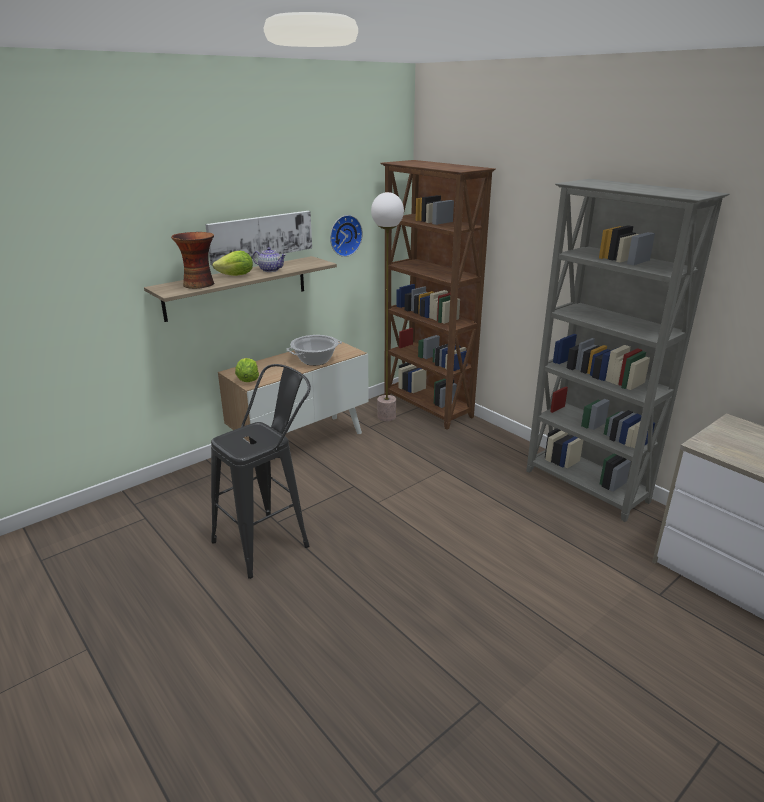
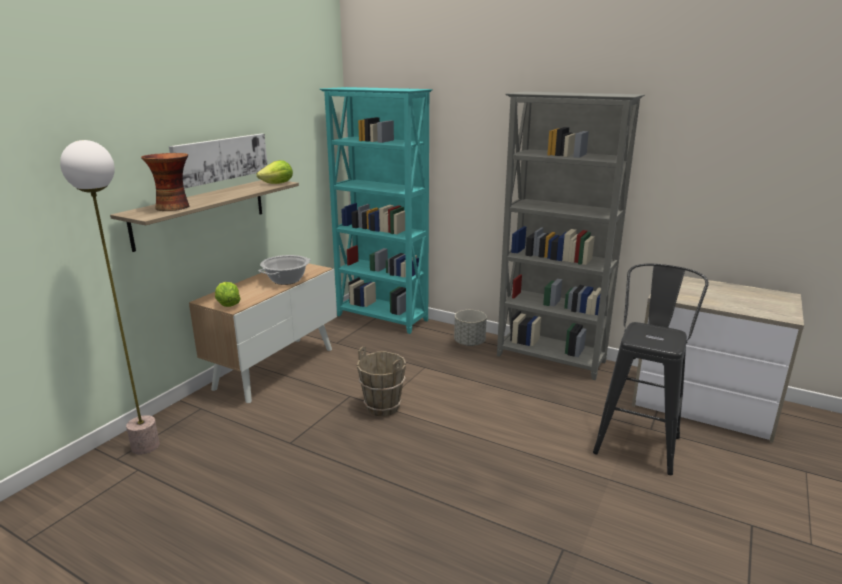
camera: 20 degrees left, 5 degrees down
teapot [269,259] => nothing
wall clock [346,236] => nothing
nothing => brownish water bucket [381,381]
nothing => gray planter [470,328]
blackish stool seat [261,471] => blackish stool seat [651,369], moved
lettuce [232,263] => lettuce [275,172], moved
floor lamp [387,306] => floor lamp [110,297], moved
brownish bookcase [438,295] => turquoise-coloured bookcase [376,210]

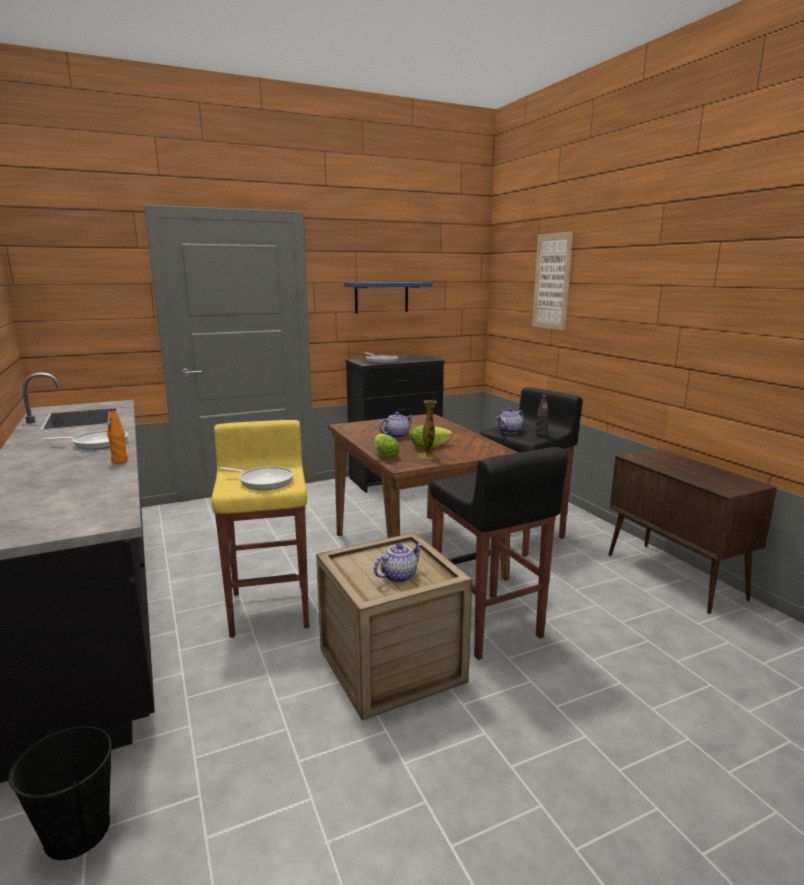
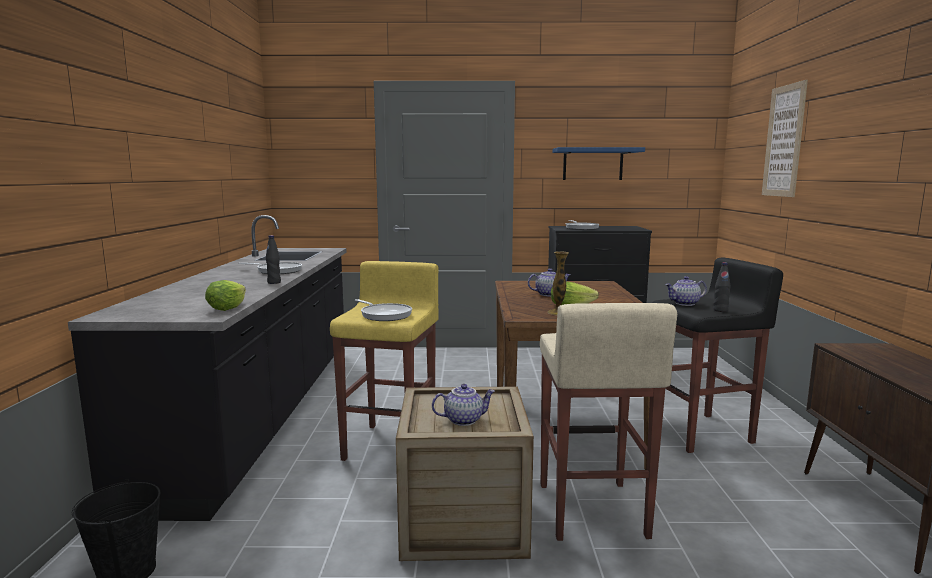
camera: 25 degrees right, 5 degrees down
lettuce [386,446] => lettuce [225,295], moved
orangey drink bottle [117,436] => blackish drink bottle [273,259]
blackish stool seat [499,553] => sand-coloured stool seat [608,422]

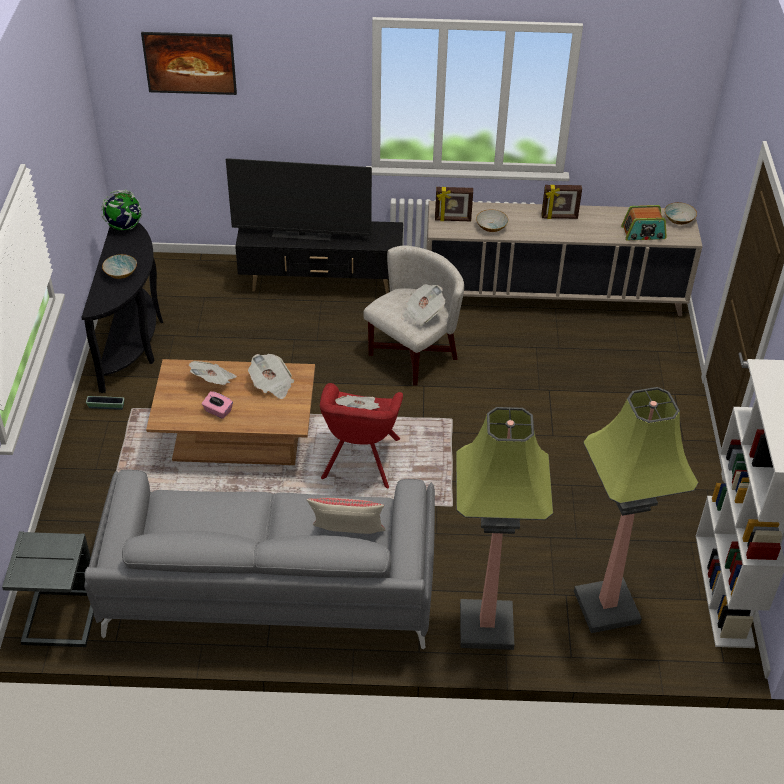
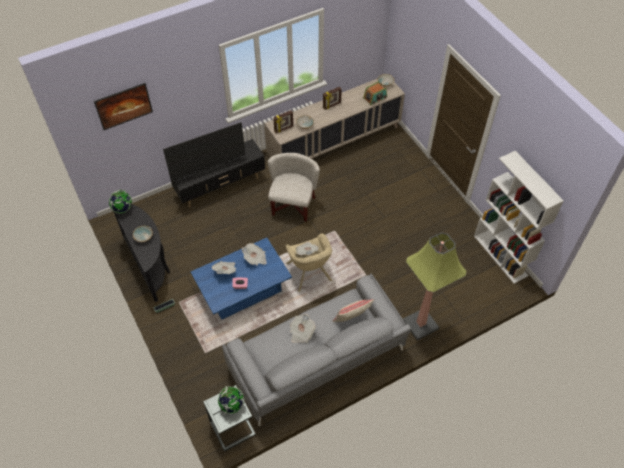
camera: 30 degrees left, 10 degrees up
floor lamp [636,510] => nothing
nothing => globe [231,400]
daily paper [423,305] => daily paper [302,328], moved
brownish low table [230,412] => blue low table [241,279]
red-coloured lounge chair [361,435] => sand-coloured lounge chair [308,263]

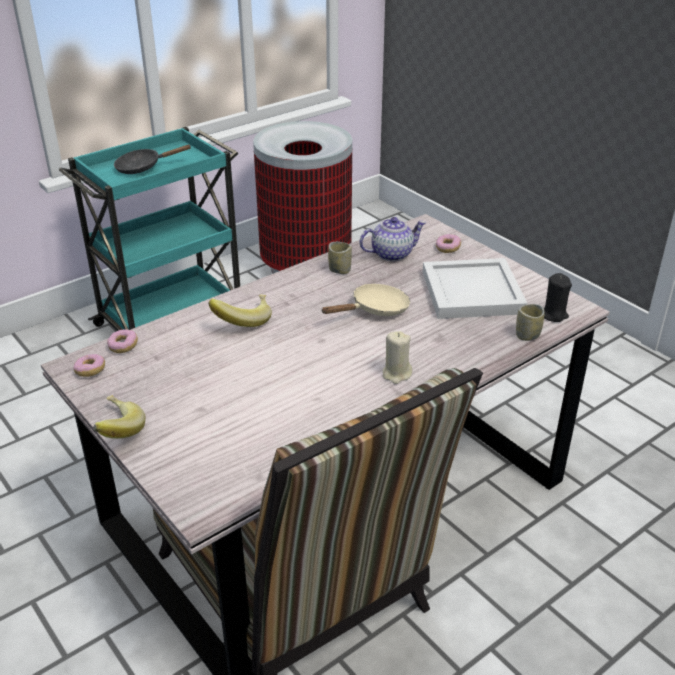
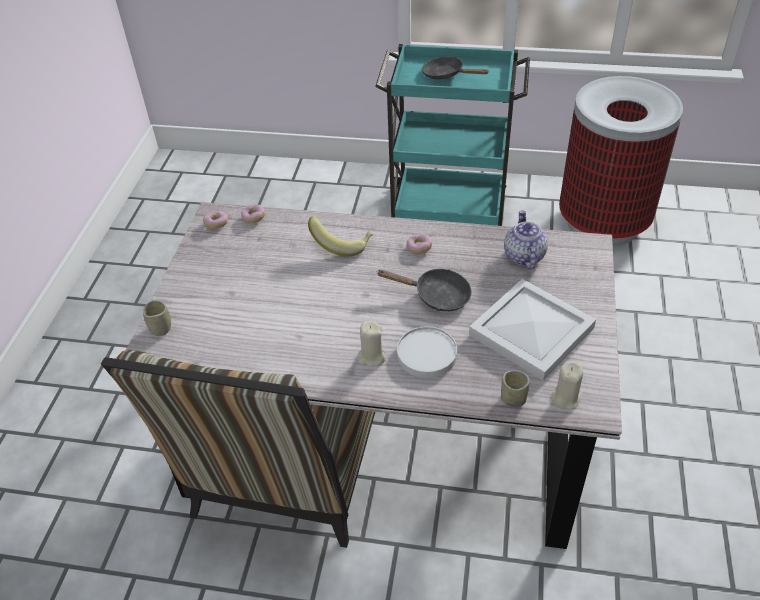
camera: 50 degrees right, 10 degrees up
banana [119,417] => nothing
nothing => white flat dish [427,352]
drinking cup [340,258] => drinking cup [157,318], moved
doughnut [448,243] => doughnut [419,244], moved
sand-coloured pan [365,300] => blackish pan [425,290]
blackish wax light [558,297] => sand-coloured wax light [567,386]
teapot [393,239] => teapot [526,240], 120 degrees counterclockwise

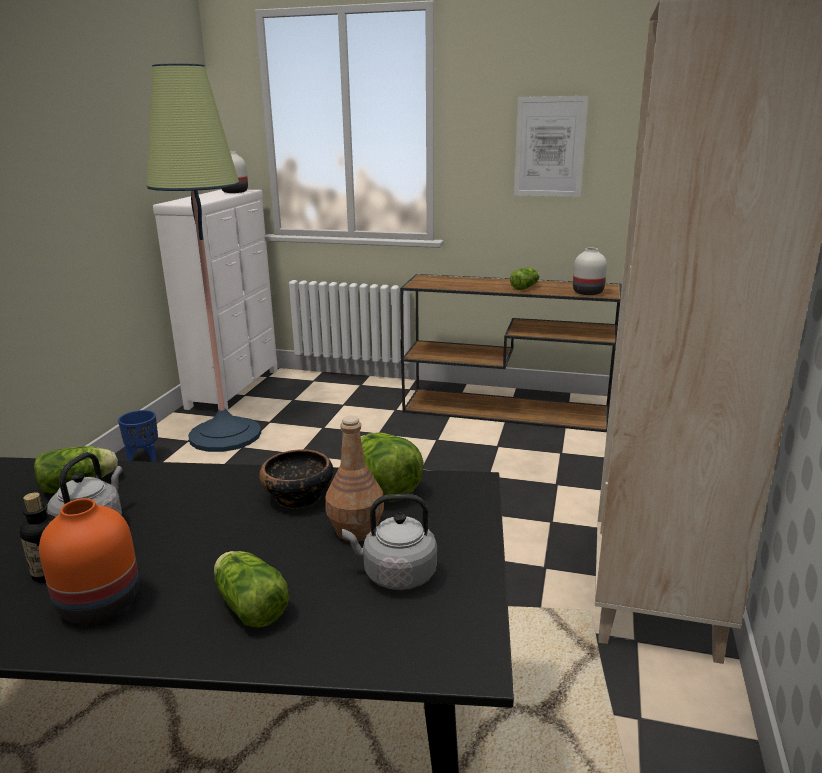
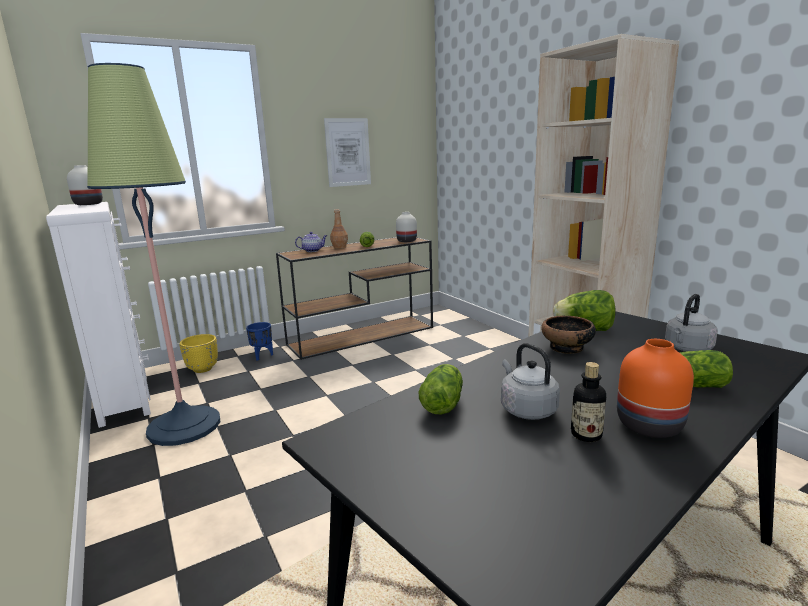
camera: 45 degrees left, 5 degrees down
nothing => yellow planter [198,353]
nothing => teapot [311,242]
blue planter [138,436] => blue planter [259,341], moved
brownish drink bottle [354,479] => brownish drink bottle [339,229], moved

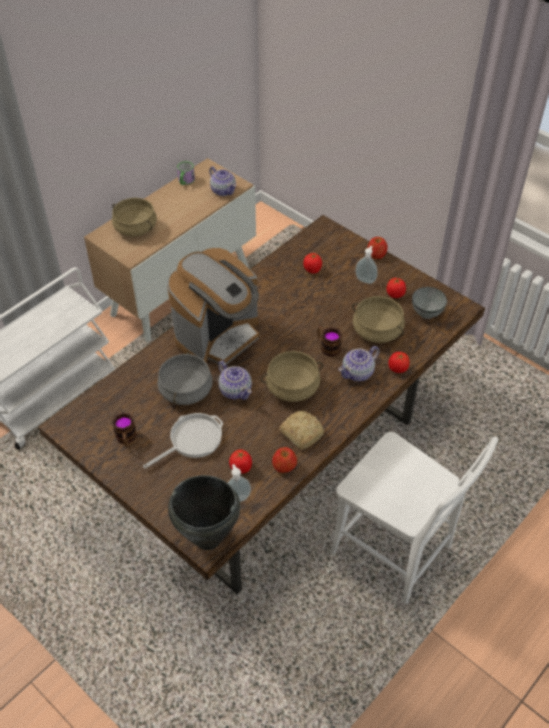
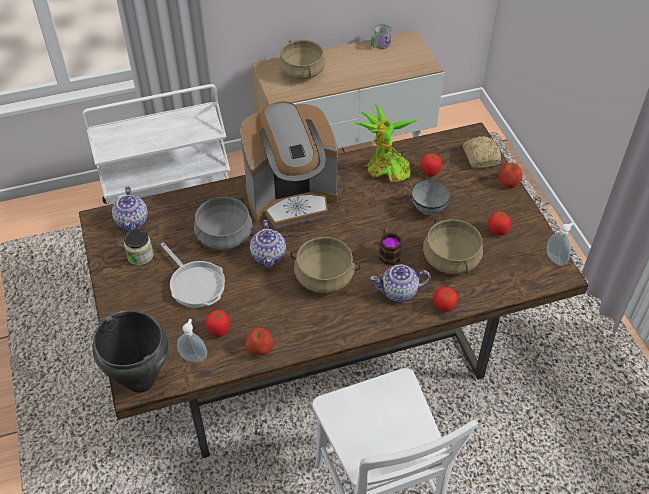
camera: 30 degrees right, 0 degrees up
nothing => plant in a pot [386,143]
teapot [222,181] => teapot [130,209], moved
bakery bread [301,430] => bakery bread [482,152], moved
soap bottle [366,265] => soap bottle [560,244], moved
gray serving bowl [429,303] => gray serving bowl [431,197], moved
coffee mug [124,430] => storage jar [138,247]
pan [183,441] => pan [193,275], 60 degrees clockwise

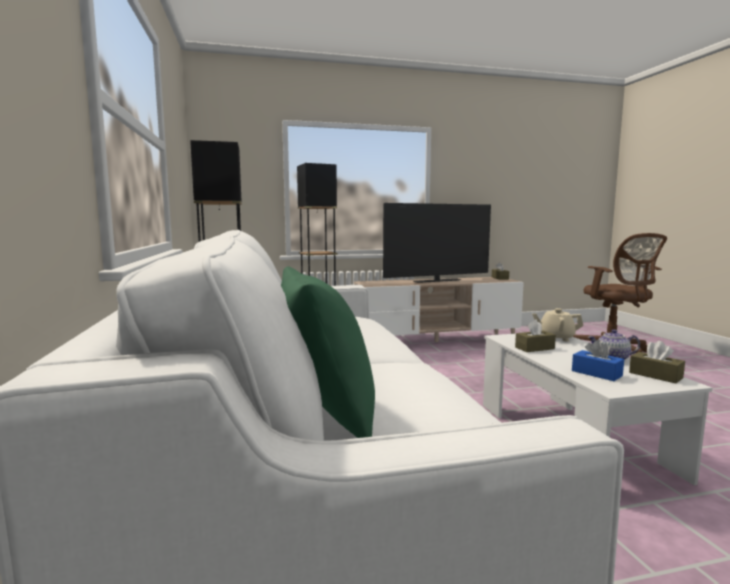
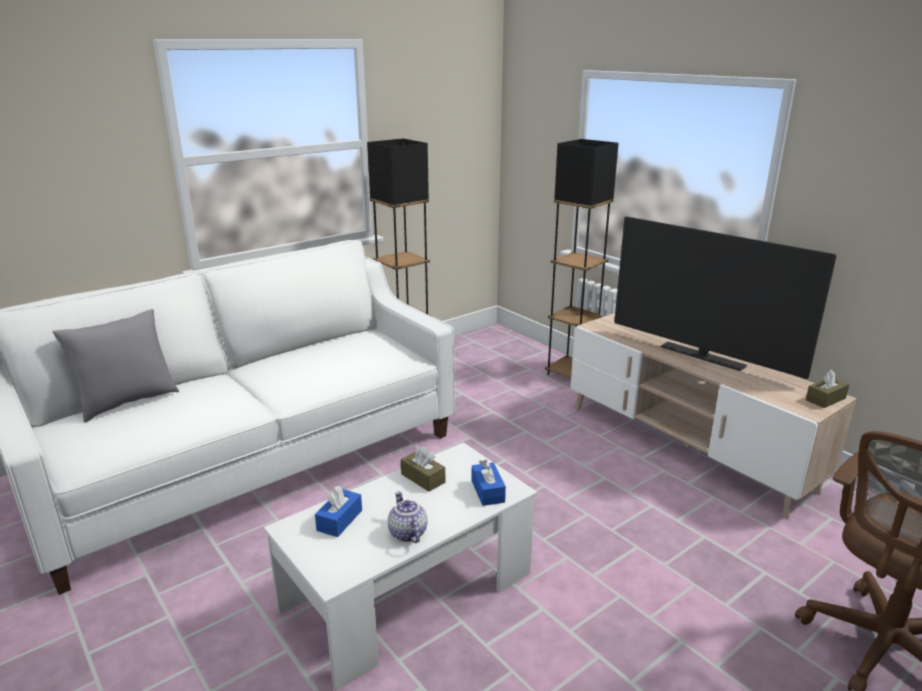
camera: 65 degrees right, 15 degrees up
brownish tissue box [657,362] => nothing
sand-coloured teapot [557,324] => blue tissue box [489,483]
greenish cushion [328,352] => gray cushion [115,365]

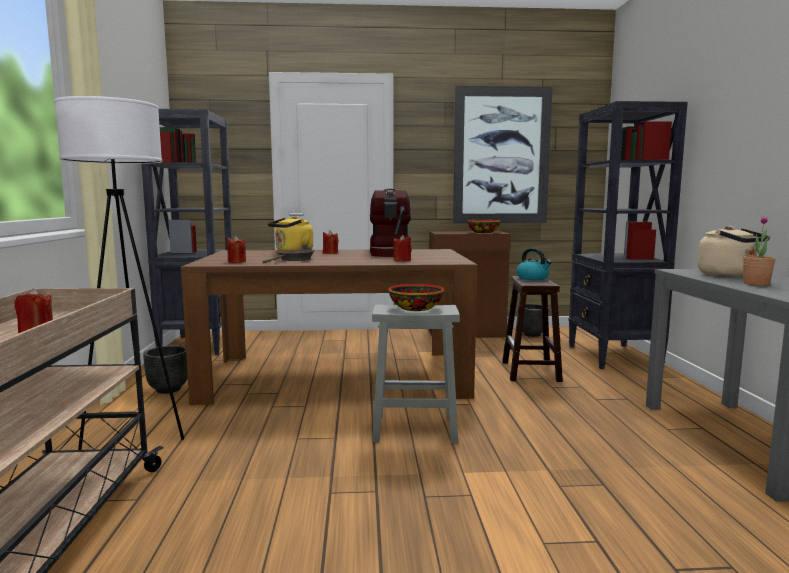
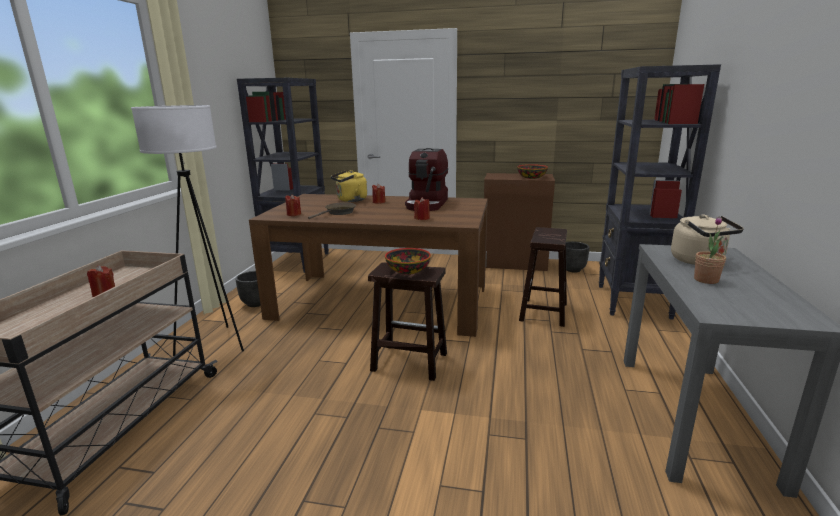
camera: 15 degrees right, 10 degrees up
wall picture [503,154] => nothing
water kettle [534,264] => nothing
gray stool seat [416,373] => brownish stool seat [407,321]

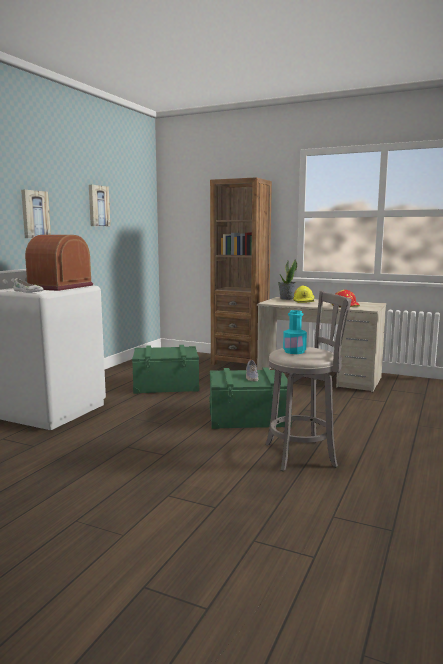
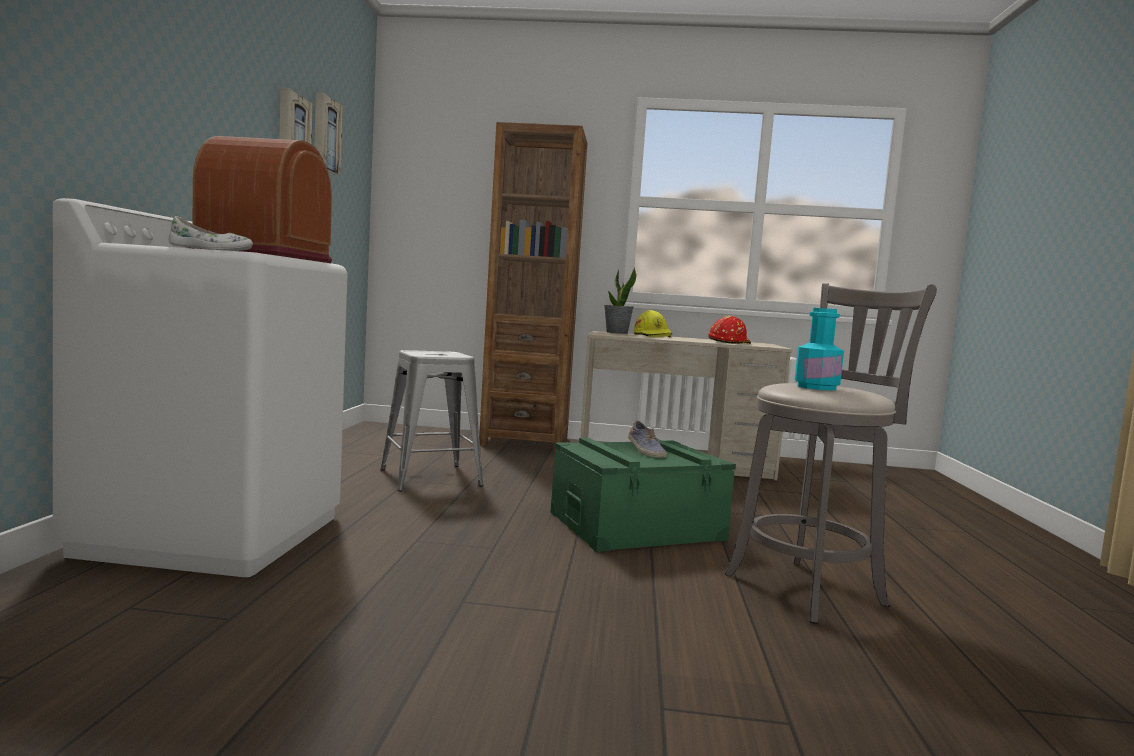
camera: 20 degrees left, 5 degrees down
wall picture [36,214] => wall picture [328,133], moved
greenish storage bin [165,369] => gray stool seat [431,420]

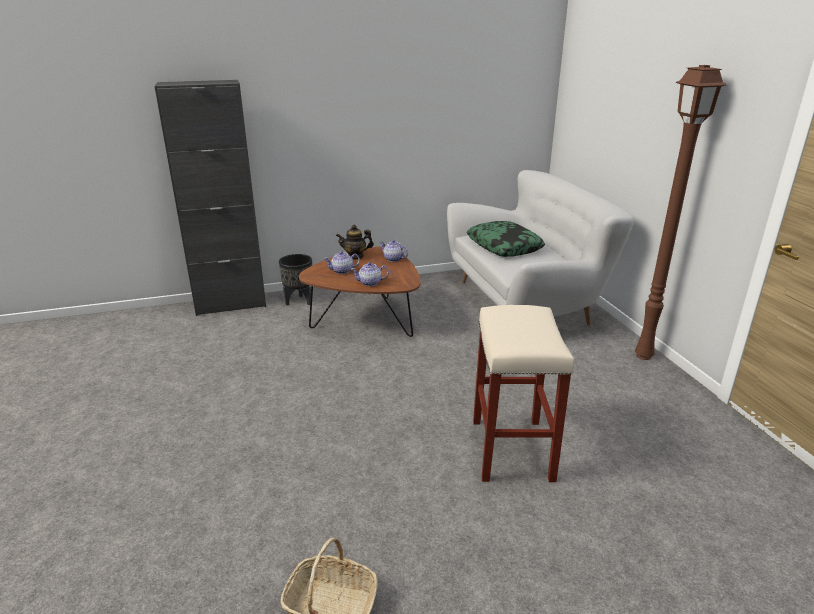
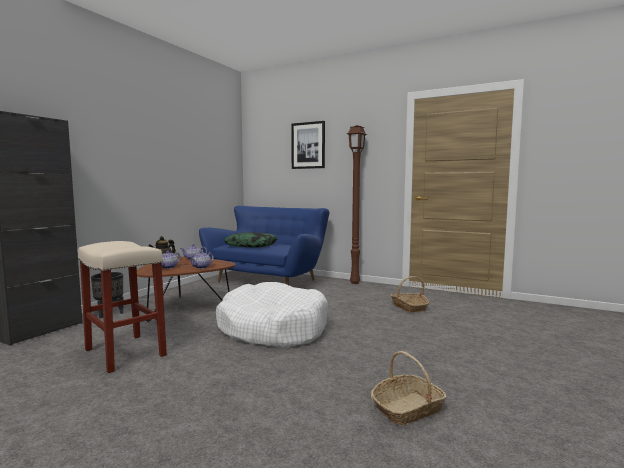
camera: 45 degrees left, 20 degrees down
nothing => white dog bed [272,315]
nothing => wall picture [308,145]
nothing => basket [410,294]
sand-coloured stool seat [523,393] => sand-coloured stool seat [122,307], moved
white settee [541,248] => blue settee [264,245]

